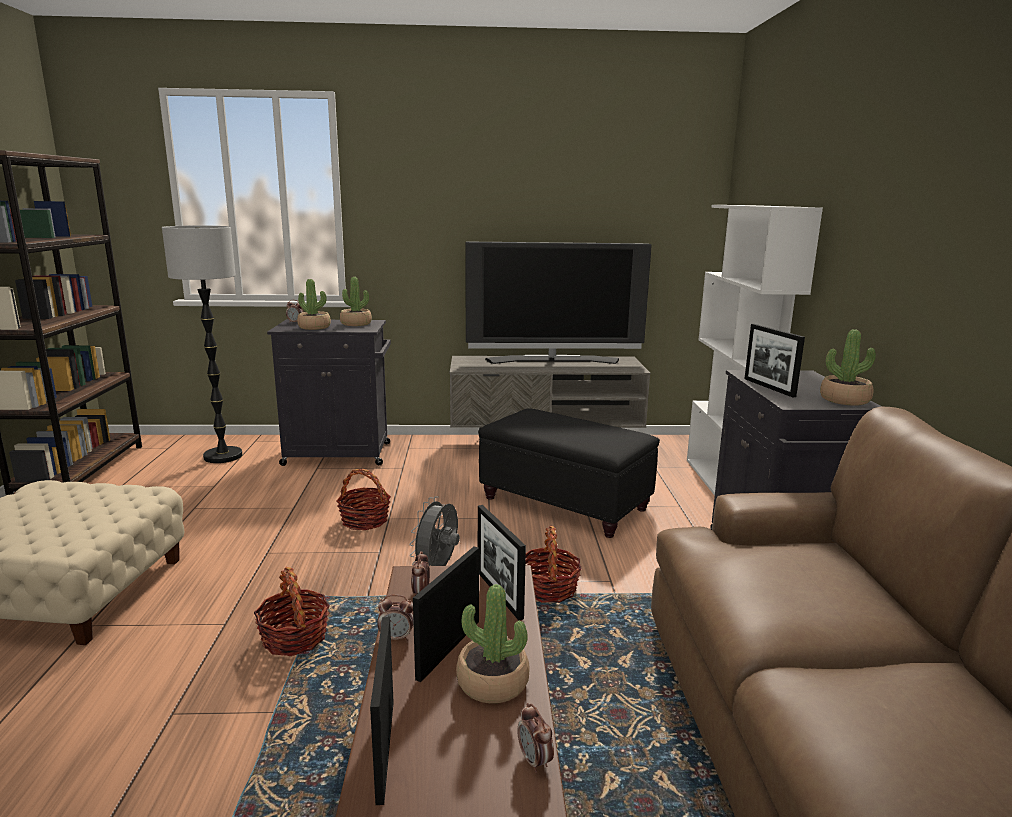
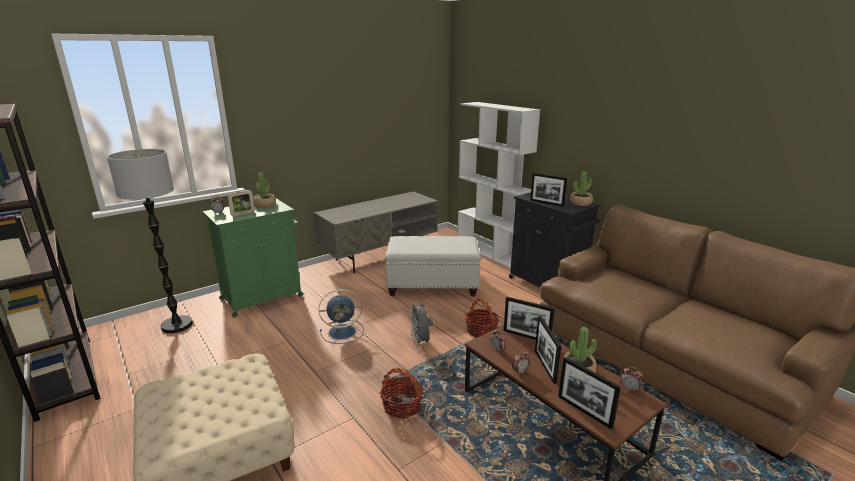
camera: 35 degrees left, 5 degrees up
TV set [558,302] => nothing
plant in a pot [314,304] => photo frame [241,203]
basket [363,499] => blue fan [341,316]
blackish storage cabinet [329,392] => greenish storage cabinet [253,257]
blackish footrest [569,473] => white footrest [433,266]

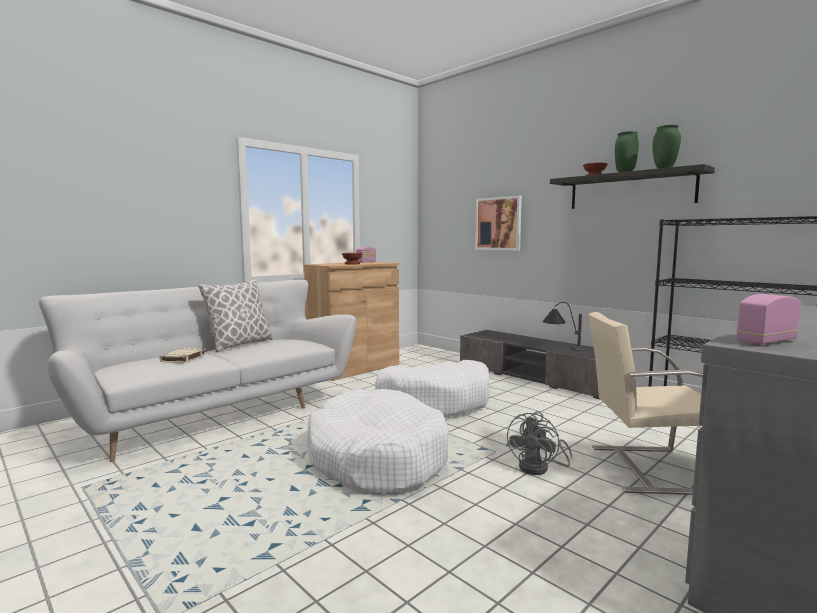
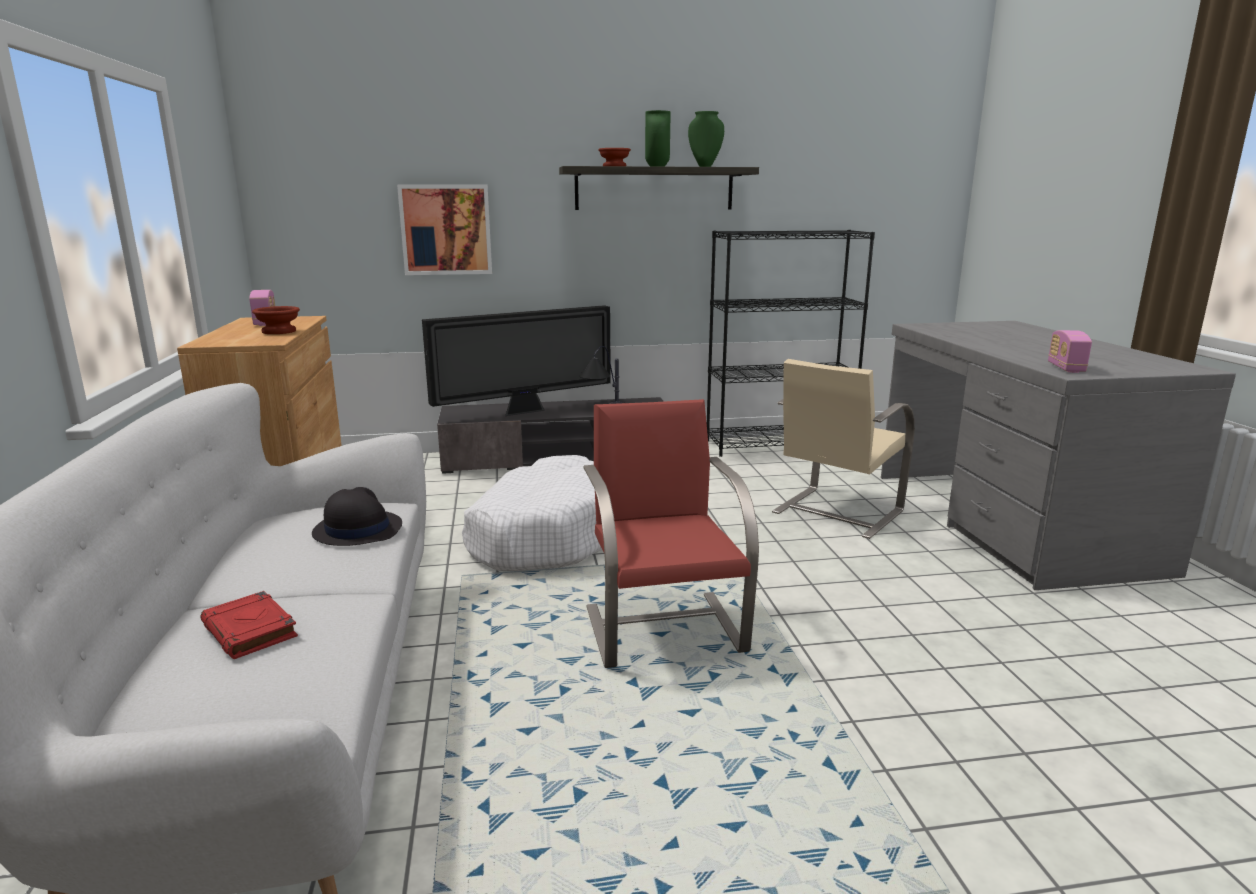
camera: 55 degrees left, 10 degrees up
cushion [235,315] => nothing
gray fan [539,443] => nothing
nothing => blackish wearable hat [357,516]
nothing => TV set [516,360]
white dog bed [378,441] => red-coloured upright chair [671,533]
sand-coloured book [183,355] => red-coloured book [249,625]

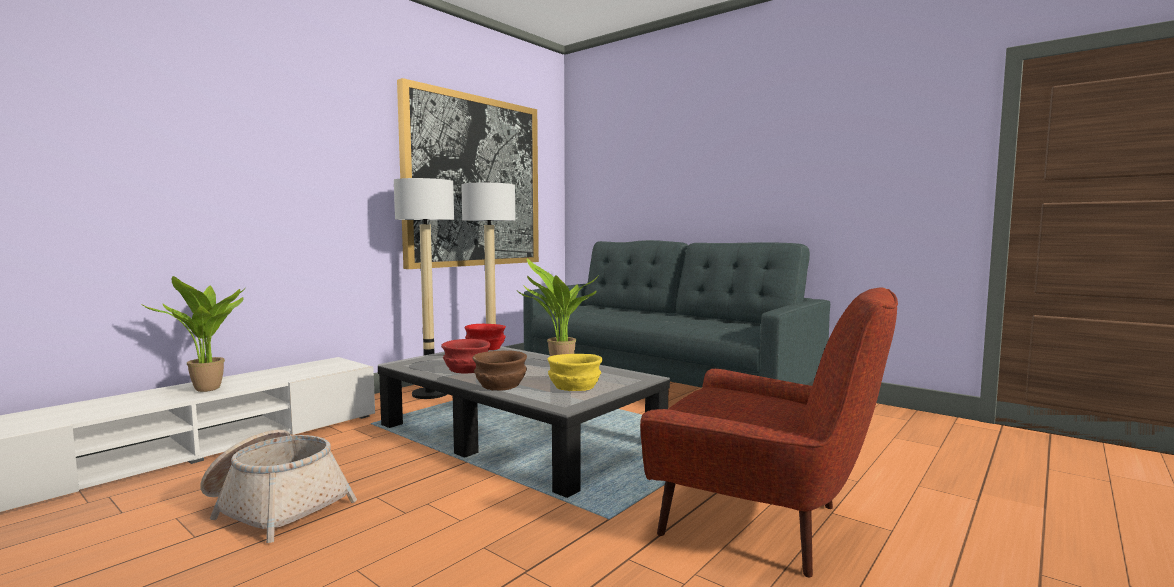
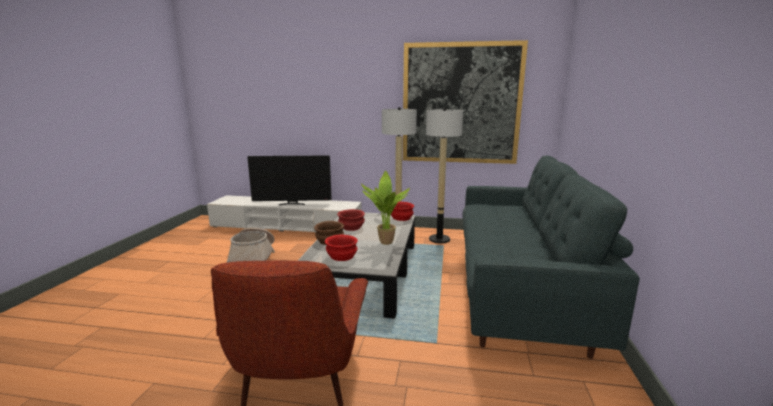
camera: 60 degrees right, 10 degrees up
plant in a pot [193,334] => TV set [289,180]
yellow serving bowl [575,372] => red-coloured serving bowl [341,248]

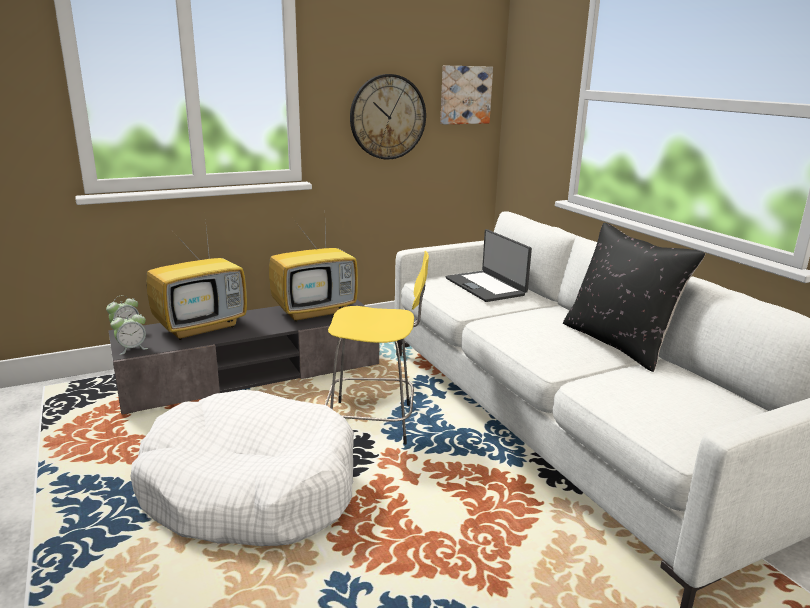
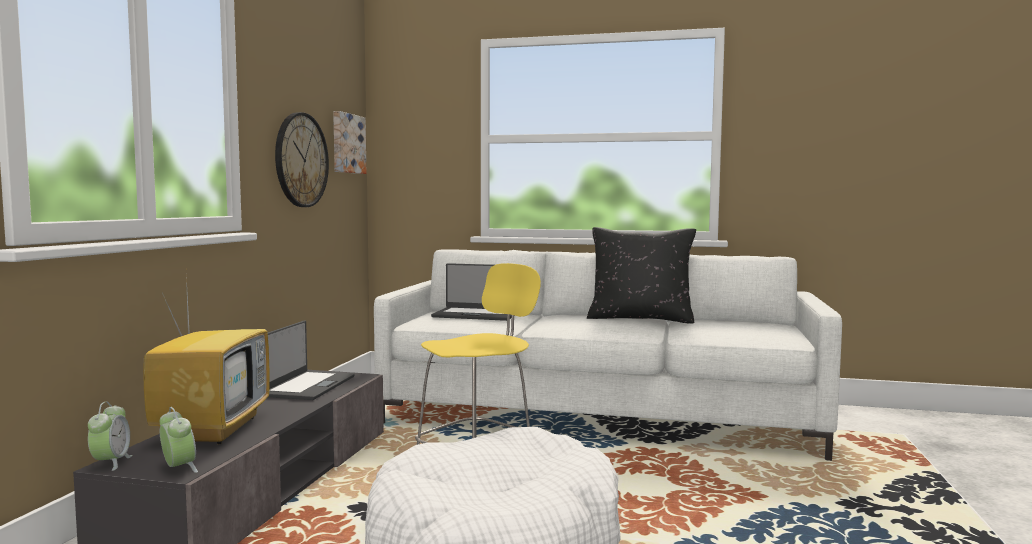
camera: 50 degrees left, 15 degrees down
TV set [313,271] => laptop [311,360]
bedside clock [129,333] => bedside clock [179,440], 45 degrees counterclockwise

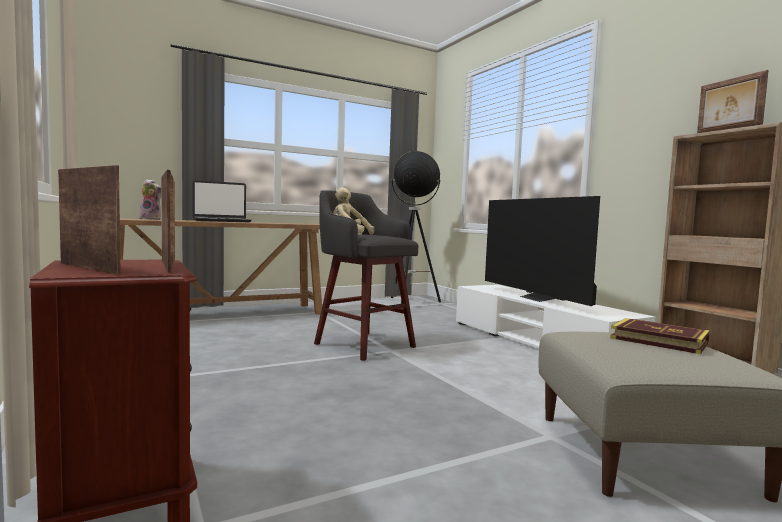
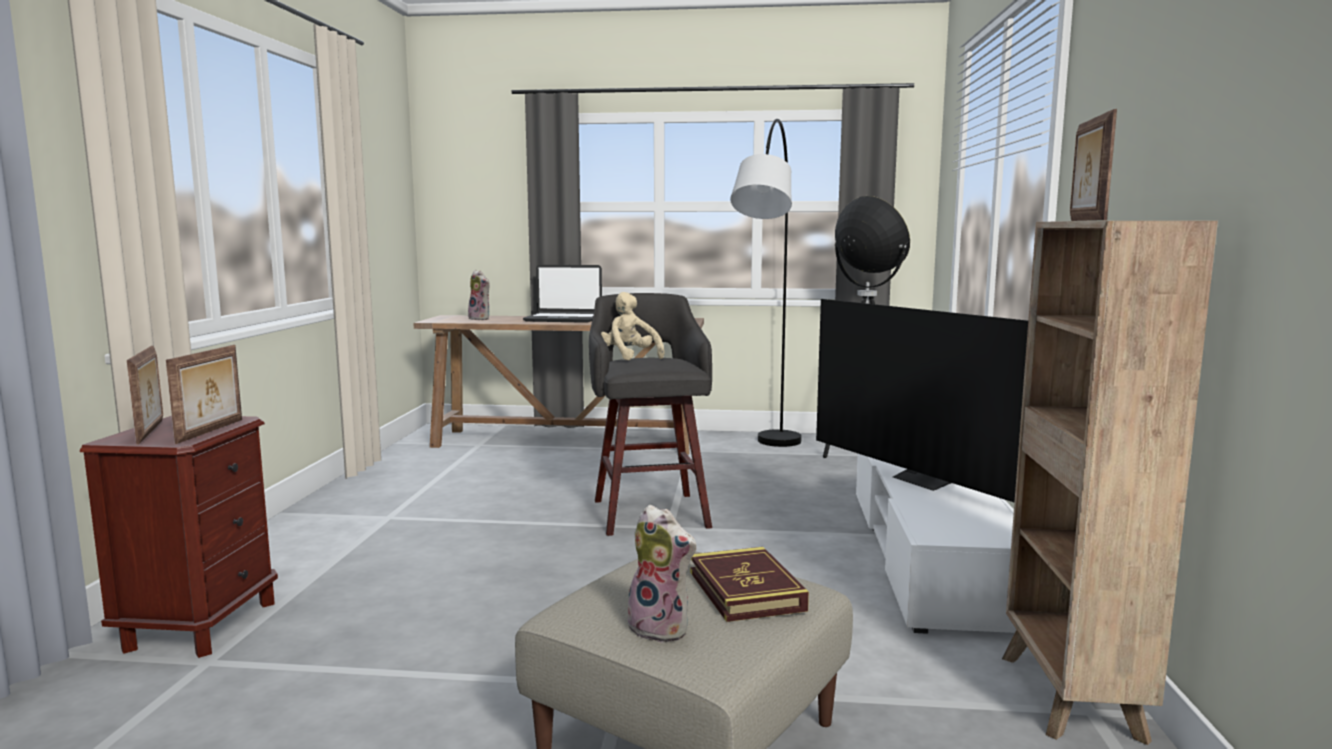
camera: 35 degrees right, 5 degrees up
nothing => cuddly toy [661,574]
nothing => gray floor lamp [766,283]
TV set [542,251] => TV set [922,400], 45 degrees counterclockwise

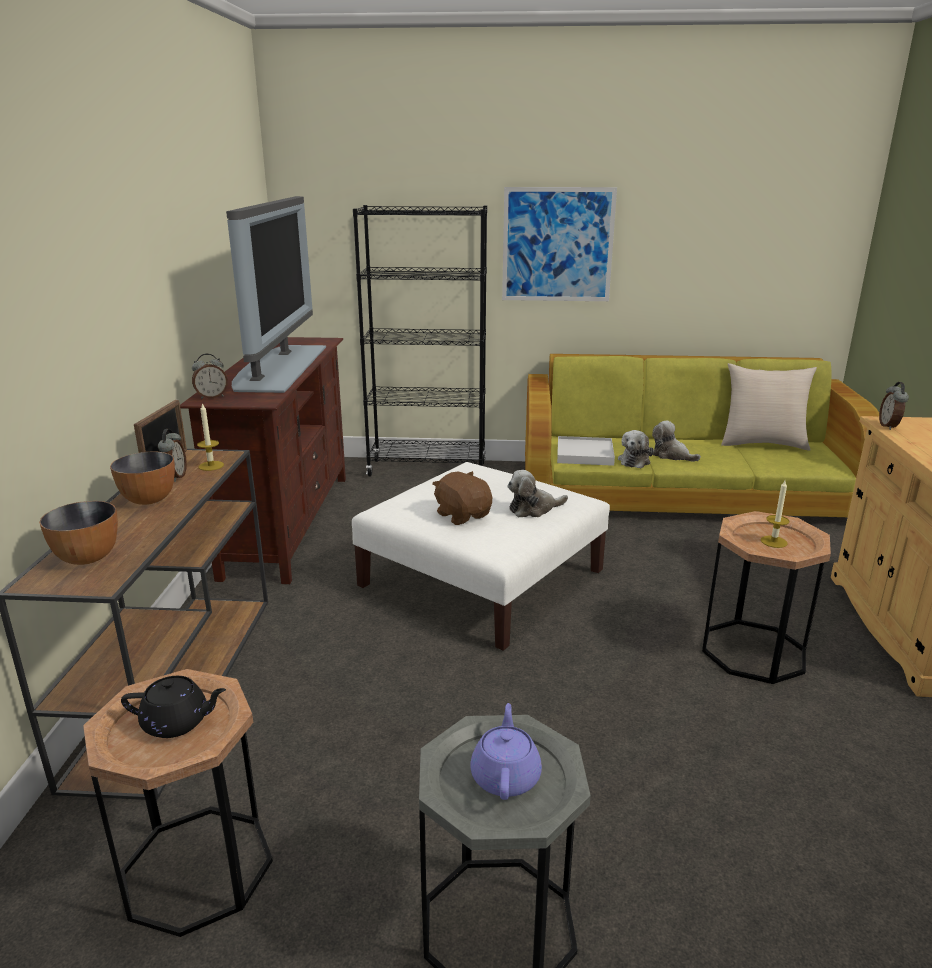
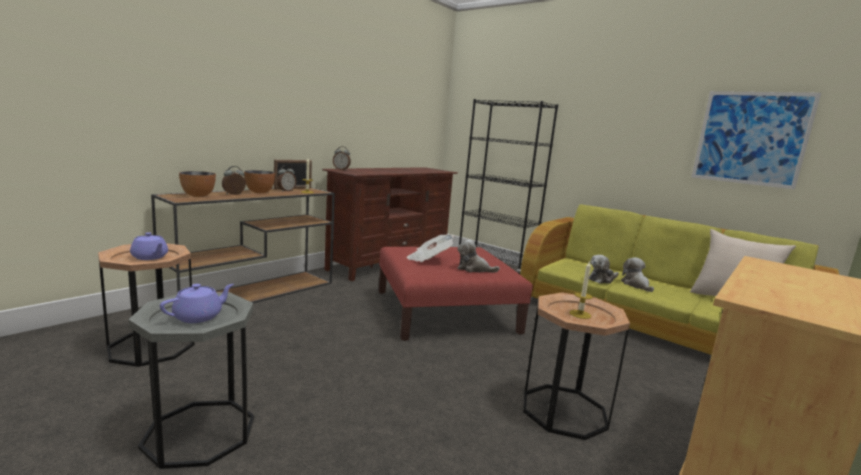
camera: 35 degrees right, 10 degrees down
TV set [276,294] => nothing
white serving tray [586,451] => nothing
wall picture [559,244] => wall picture [756,140], moved
bedside clock [894,406] => bedside clock [234,180], moved
brownish cuddly toy [462,498] => daily paper [430,248]
blackish teapot [173,707] => purple teapot [149,246]
white footrest [481,556] => red-coloured footrest [456,294]

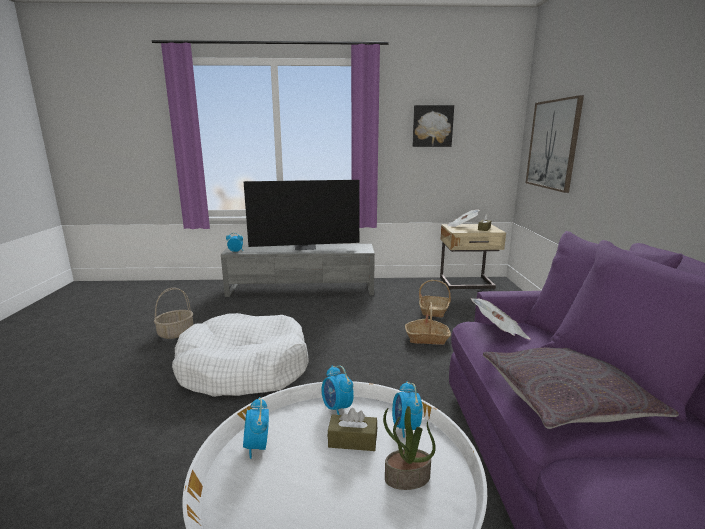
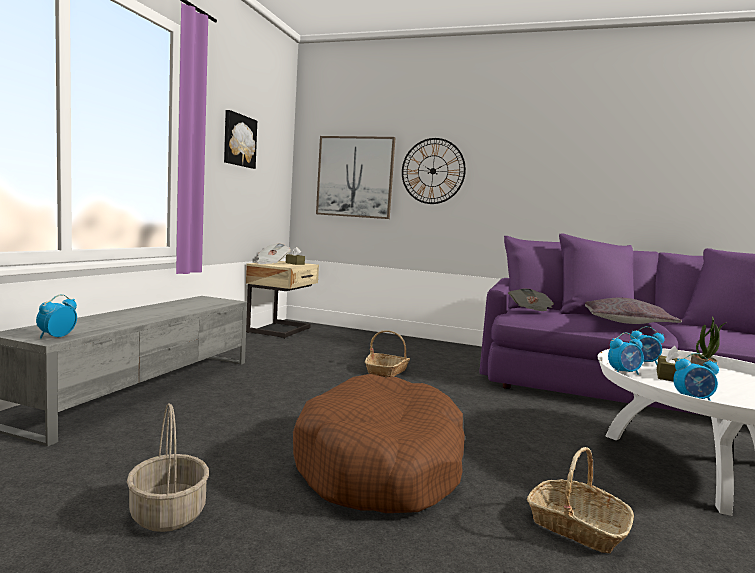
camera: 70 degrees left, 10 degrees down
TV set [301,215] => nothing
nothing => wall clock [434,171]
basket [435,299] => basket [580,500], moved
white dog bed [240,355] => brownish dog bed [379,443]

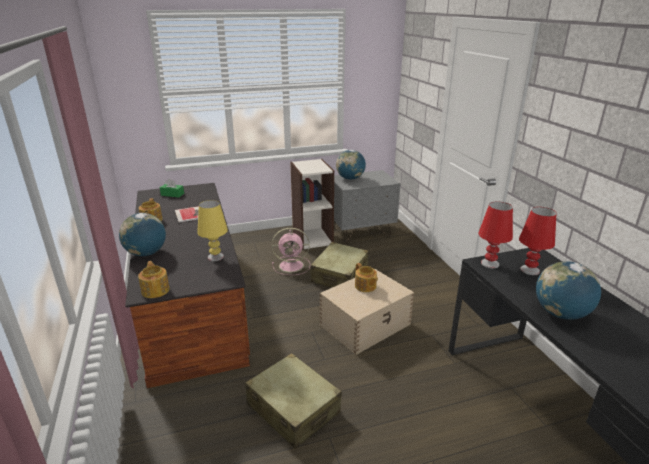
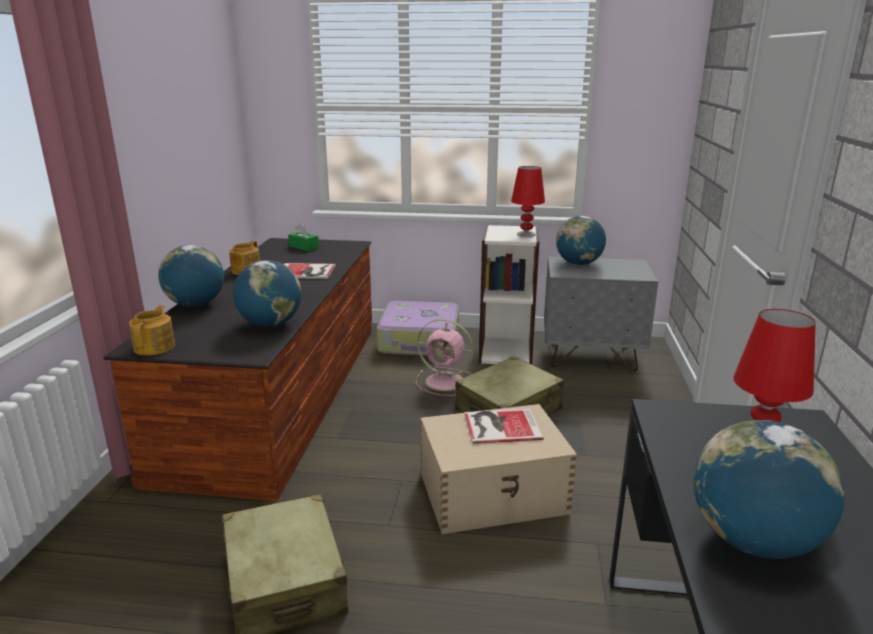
camera: 25 degrees right, 5 degrees down
nothing => piece of luggage [418,328]
red-coloured lamp for a table [496,234] => red-coloured lamp for a table [528,201], moved
yellow lamp for a table [212,230] => globe [267,293]
teapot [366,277] => book [504,426]

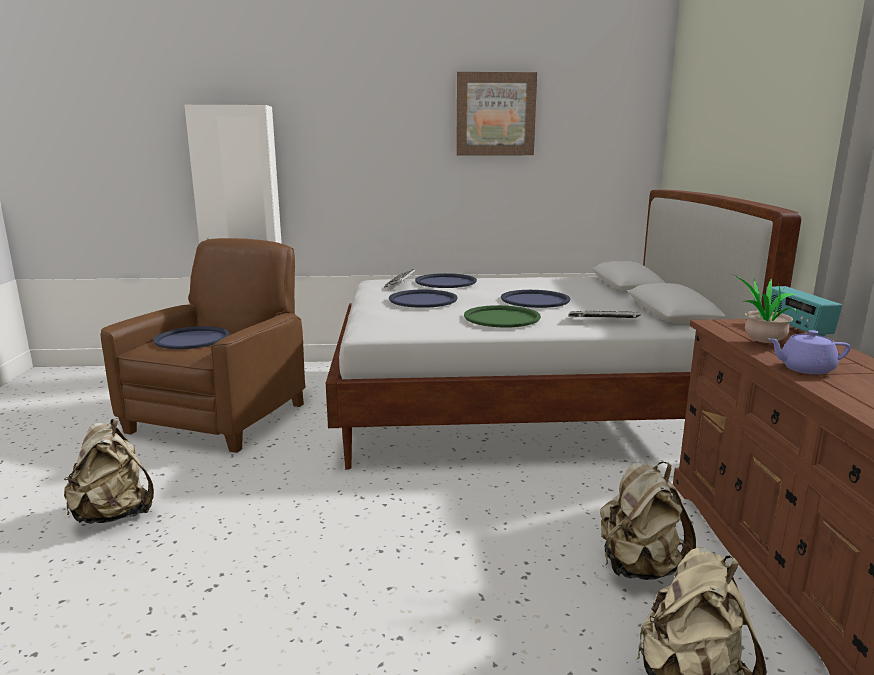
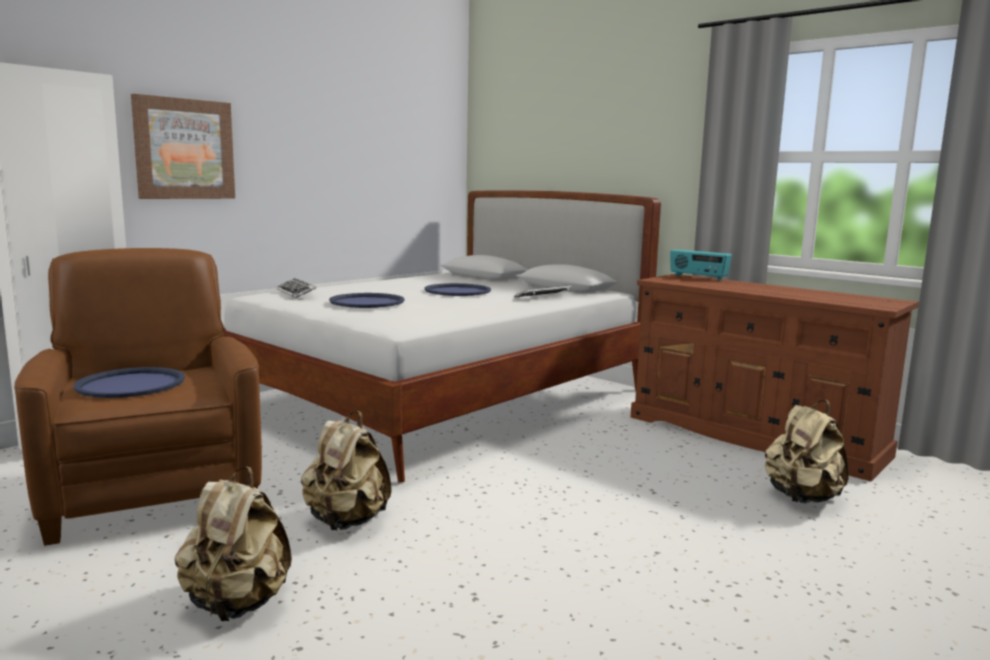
camera: 45 degrees left, 5 degrees down
blue serving tray [446,280] => nothing
greenish serving tray [502,316] => nothing
plant in a pot [772,309] => nothing
purple teapot [809,352] => nothing
wall picture [496,113] => wall picture [183,146], moved
sand-coloured rucksack [648,521] => sand-coloured rucksack [346,471], moved

